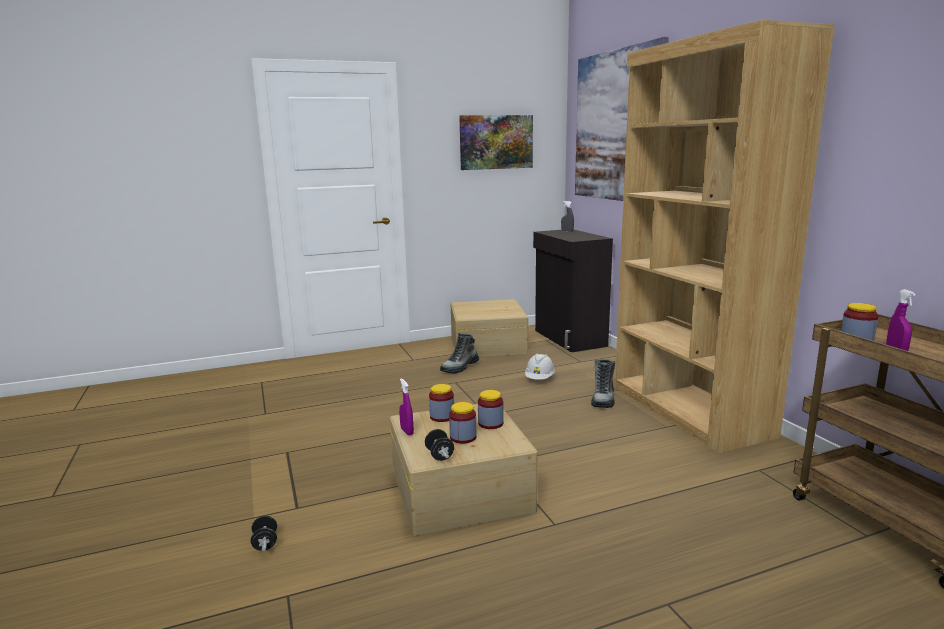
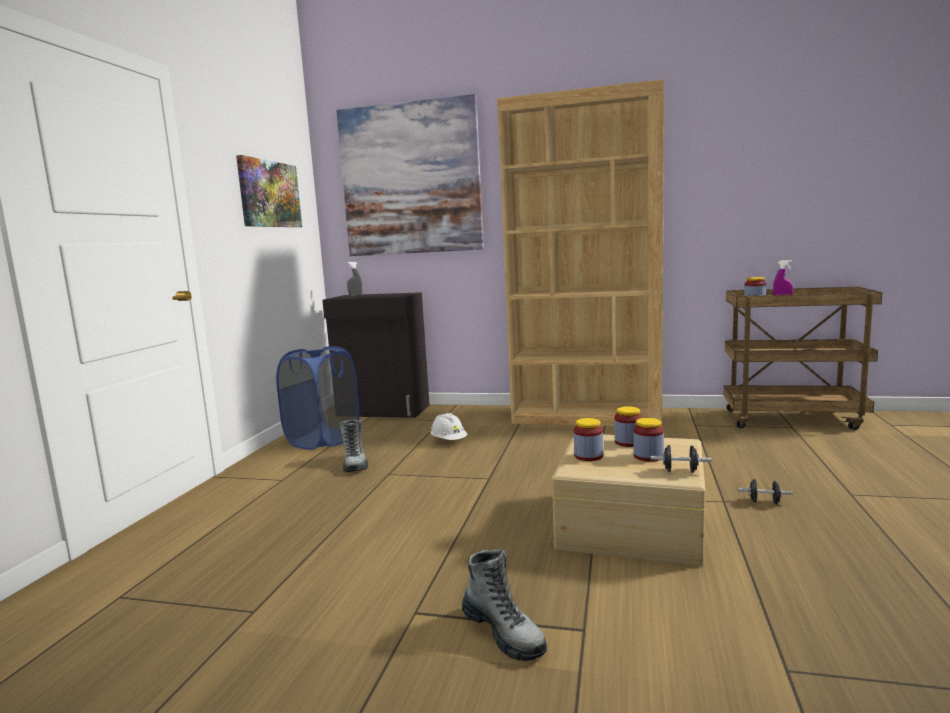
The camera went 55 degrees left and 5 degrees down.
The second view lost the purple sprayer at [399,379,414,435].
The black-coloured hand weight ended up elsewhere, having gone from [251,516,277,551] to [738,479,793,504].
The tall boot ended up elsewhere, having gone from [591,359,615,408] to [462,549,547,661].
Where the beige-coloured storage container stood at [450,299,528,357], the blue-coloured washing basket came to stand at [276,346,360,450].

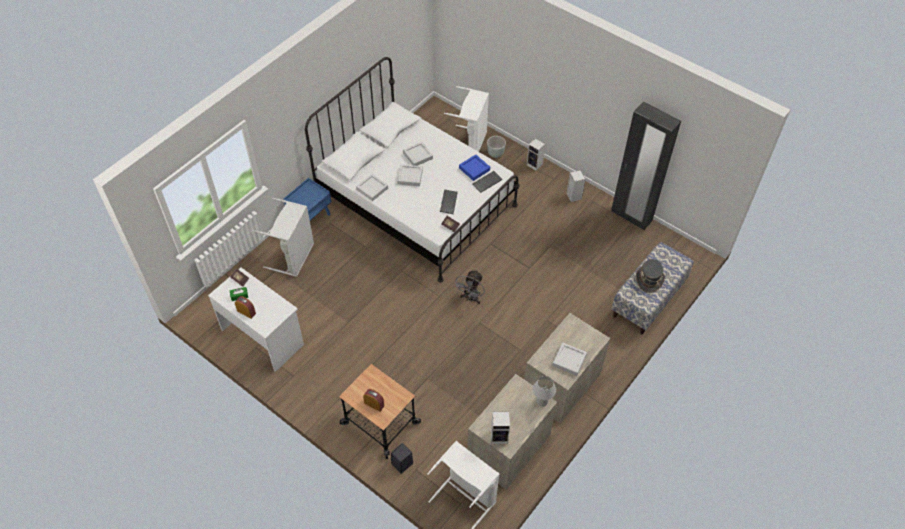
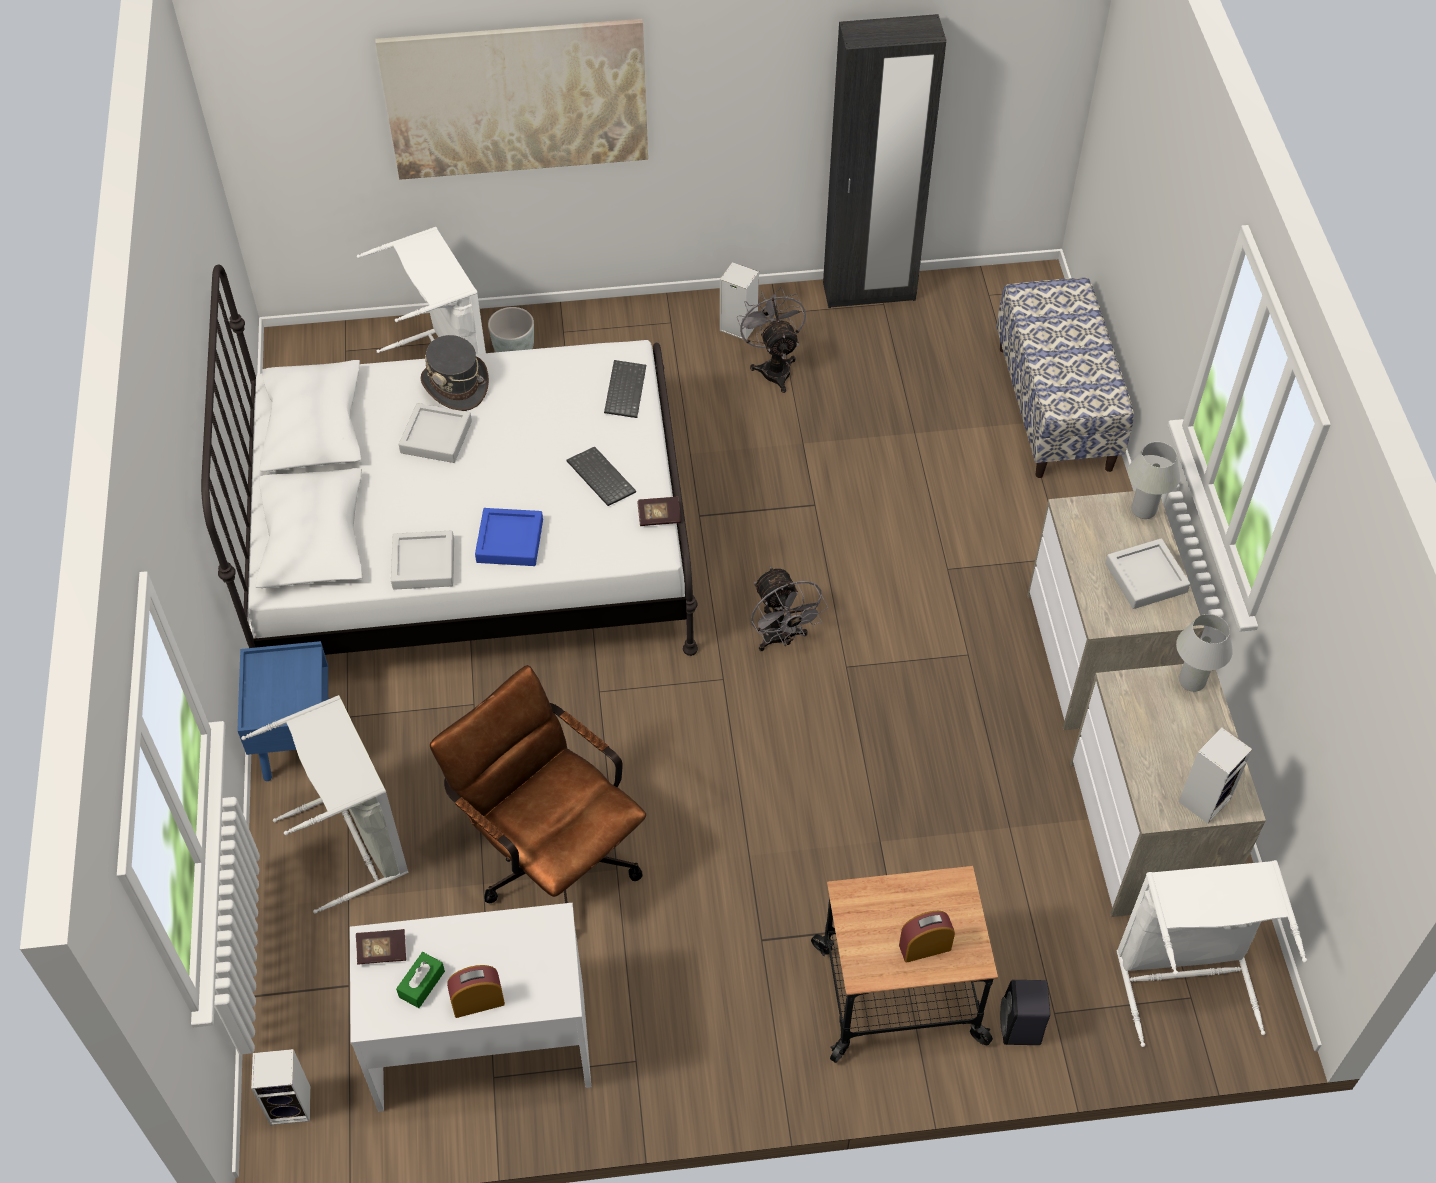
The camera went 45 degrees left and 0 degrees up.
The second view lost the grey serving tray at [397,164,423,186].
The second view gained the wall picture at [375,19,648,180].
The second view gained the brown office chair at [430,665,646,903].
The second view gained the grey fan at [737,287,806,393].
The second view gained the white-coloured lamp for a table at [1128,442,1180,519].
The blue-coloured serving tray ended up elsewhere, having gone from [459,154,490,181] to [475,508,543,566].
The audio speaker ended up elsewhere, having gone from [527,138,545,171] to [251,1049,311,1125].
The grey wearable hat ended up elsewhere, having gone from [636,259,665,293] to [420,335,489,411].

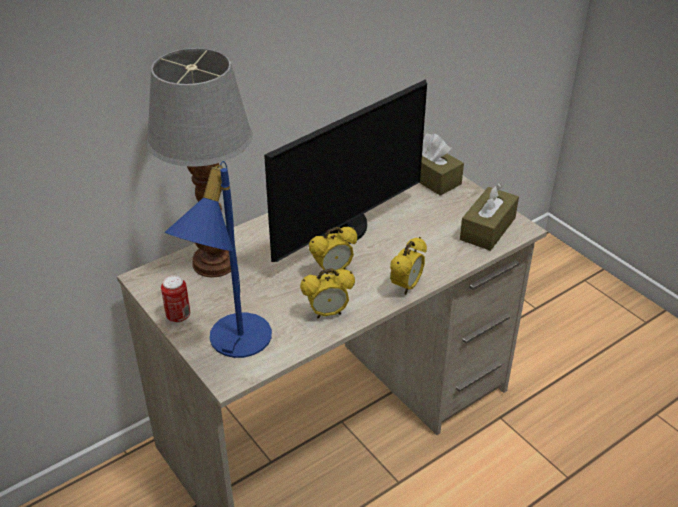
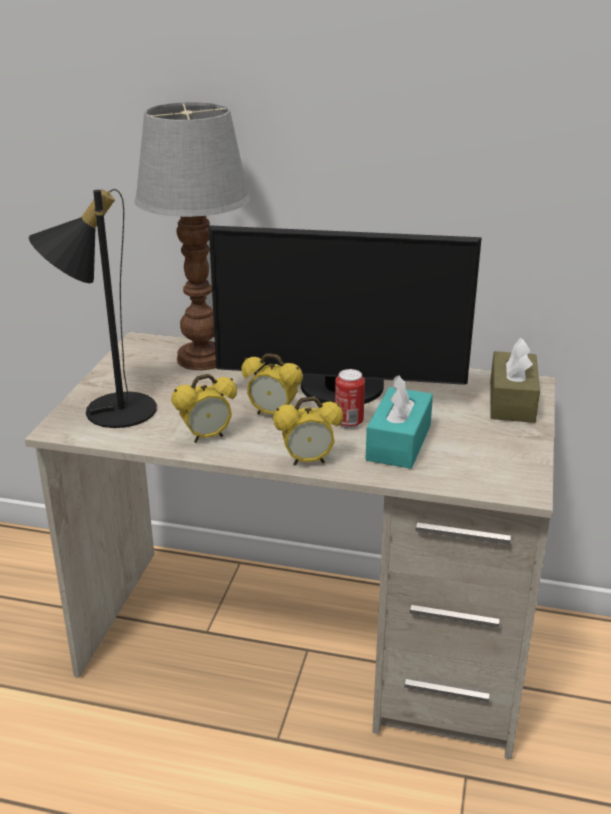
The camera went 50 degrees right and 10 degrees down.
The second view lost the brown tissue holder at [460,183,519,251].
The second view gained the blue-green tissue holder at [365,375,433,469].
The can ended up elsewhere, having gone from [161,275,190,323] to [335,369,365,428].
What was the blue-coloured lamp for a table at [165,161,272,358] turned into the black-coloured lamp for a table at [29,189,157,428].
The alarm clock at [300,268,355,319] ended up facing another way, 60 degrees counterclockwise from before.

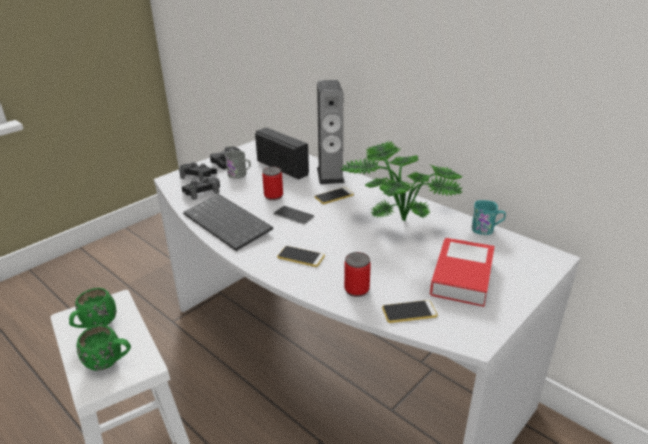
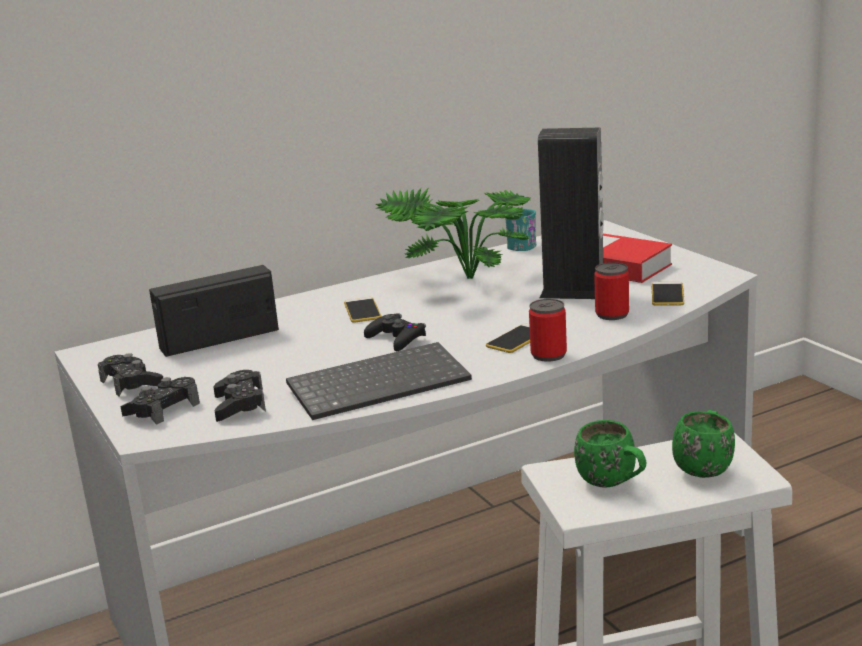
The camera went 70 degrees left and 10 degrees down.
The second view lost the grey tea mug at [225,150,251,179].
The can ended up elsewhere, having gone from [262,167,283,200] to [529,299,567,362].
The audio speaker ended up elsewhere, having gone from [317,80,345,184] to [538,128,603,299].
Where the phone stood at [273,206,315,224], the black-coloured gamepad came to stand at [364,313,426,351].

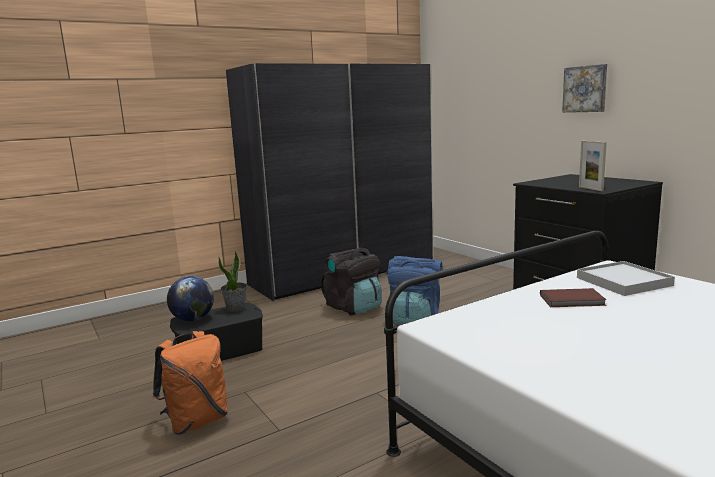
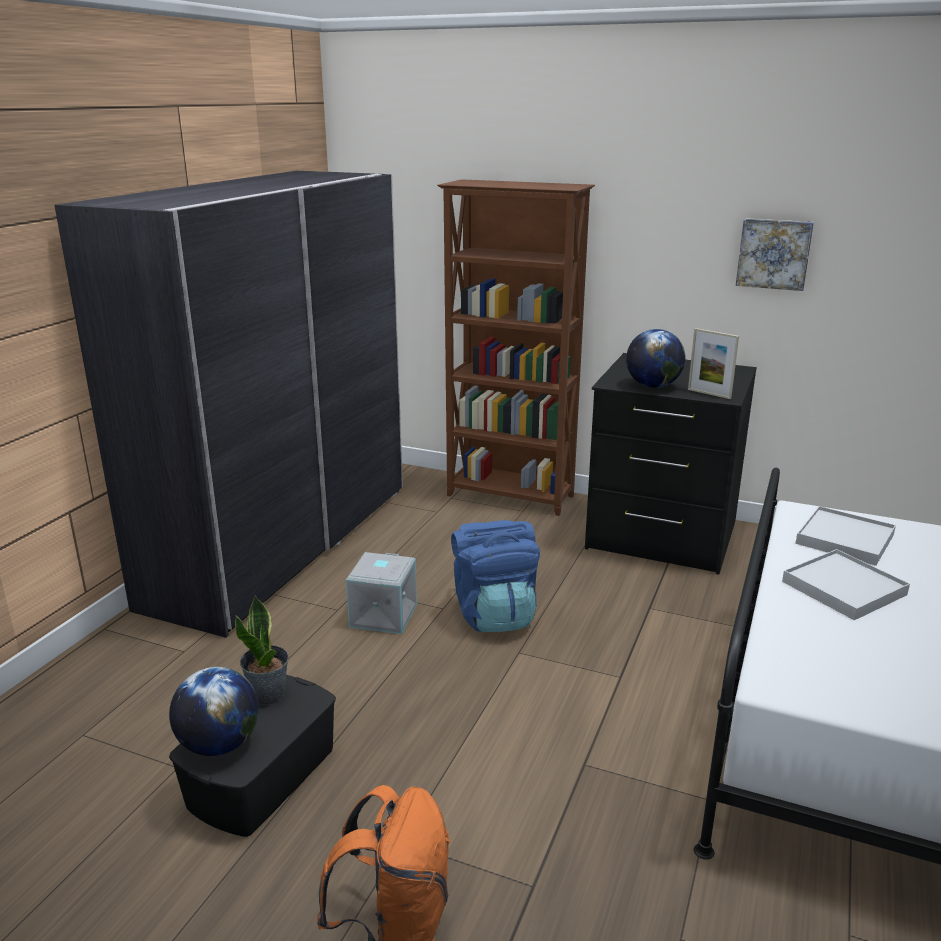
The camera went 35 degrees left and 10 degrees up.
The second view gained the brown shelving unit at [437,179,595,516].
The second view gained the globe at [626,329,685,388].
The wall picture ended up elsewhere, having gone from [562,64,607,113] to [736,218,814,291].
Where the black-coloured knapsack stood at [321,248,382,315], the grey storage container came to stand at [346,552,417,634].
Where the brown volume stood at [540,288,607,307], the white-coloured serving tray came to stand at [782,549,910,620].

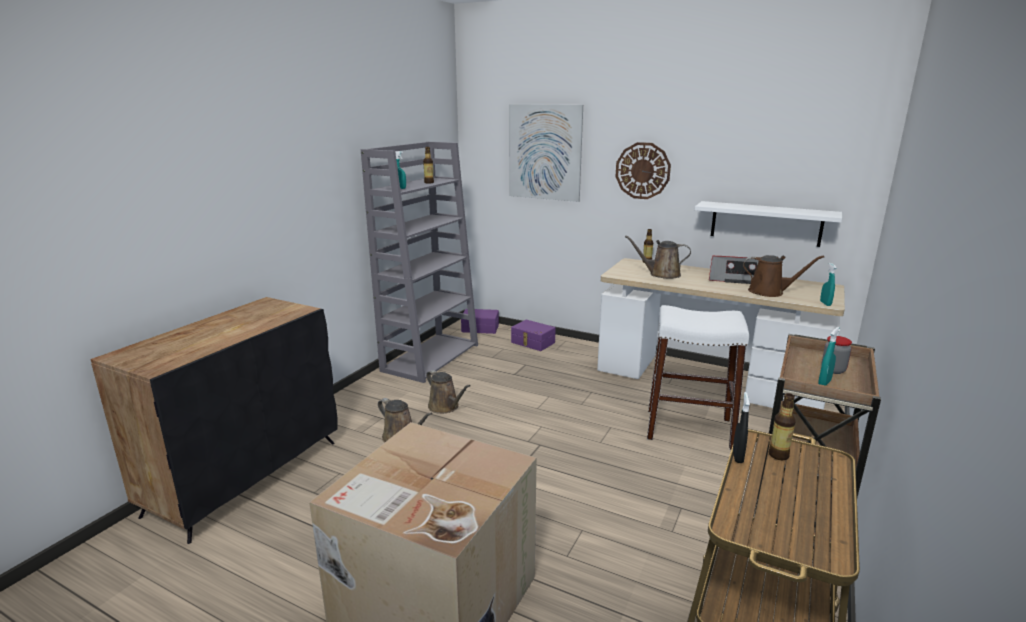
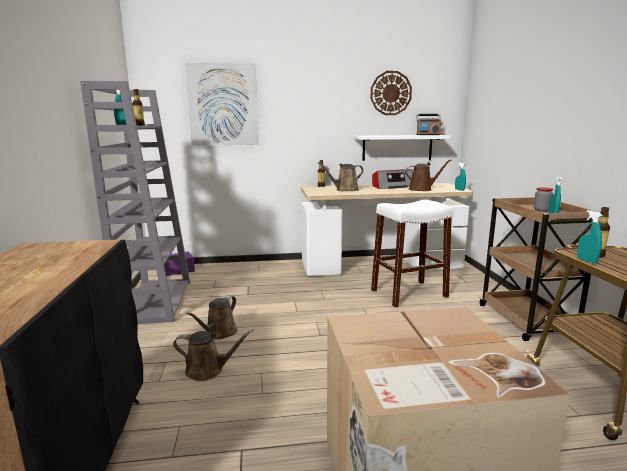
The camera went 35 degrees left and 5 degrees down.
The second view lost the purple storage container at [511,320,555,351].
The second view gained the radio at [416,114,441,135].
The hanging clock ended up elsewhere, having gone from [615,142,671,199] to [370,71,412,115].
What was the black-coloured sprayer at [733,392,750,463] turned into the blue-green sprayer at [577,210,603,263].
The brown sprinkling can at [426,370,471,414] ended up facing another way, 105 degrees clockwise from before.

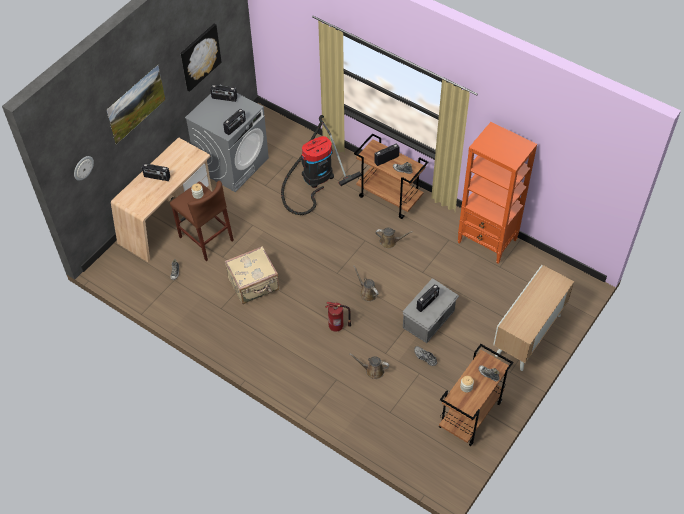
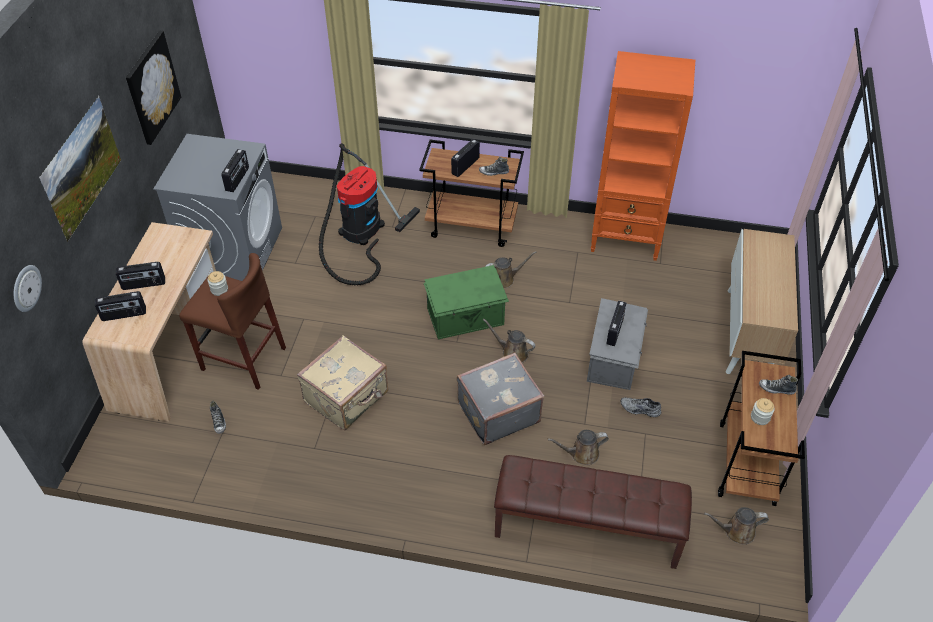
The camera went 25 degrees left and 5 degrees down.
The second view gained the green-coloured storage container at [424,265,509,339].
The second view gained the brown bench at [494,455,692,569].
The second view gained the brown sprinkling can at [704,507,769,545].
The radio ended up elsewhere, having gone from [210,85,237,102] to [95,291,146,321].
Where the fire-fighting cylinder stood at [325,302,351,332], the grey piece of luggage came to stand at [457,352,544,445].

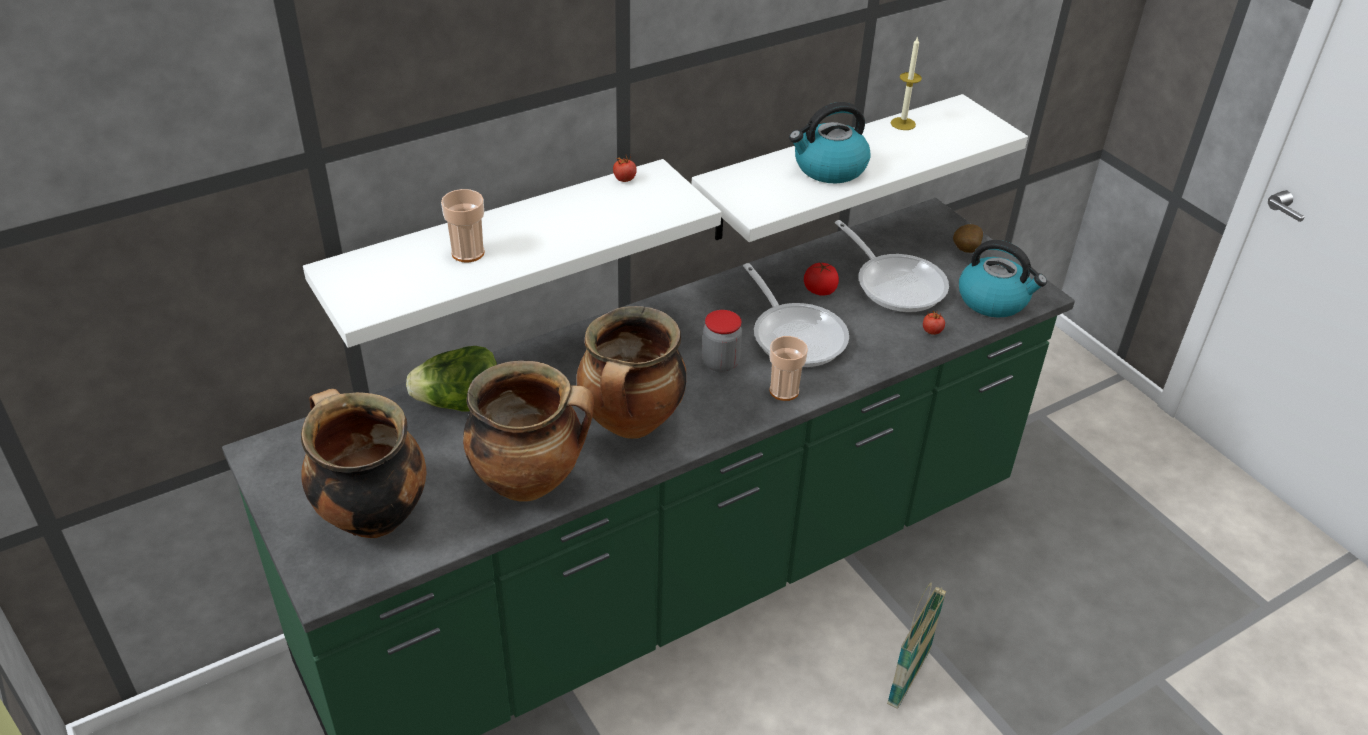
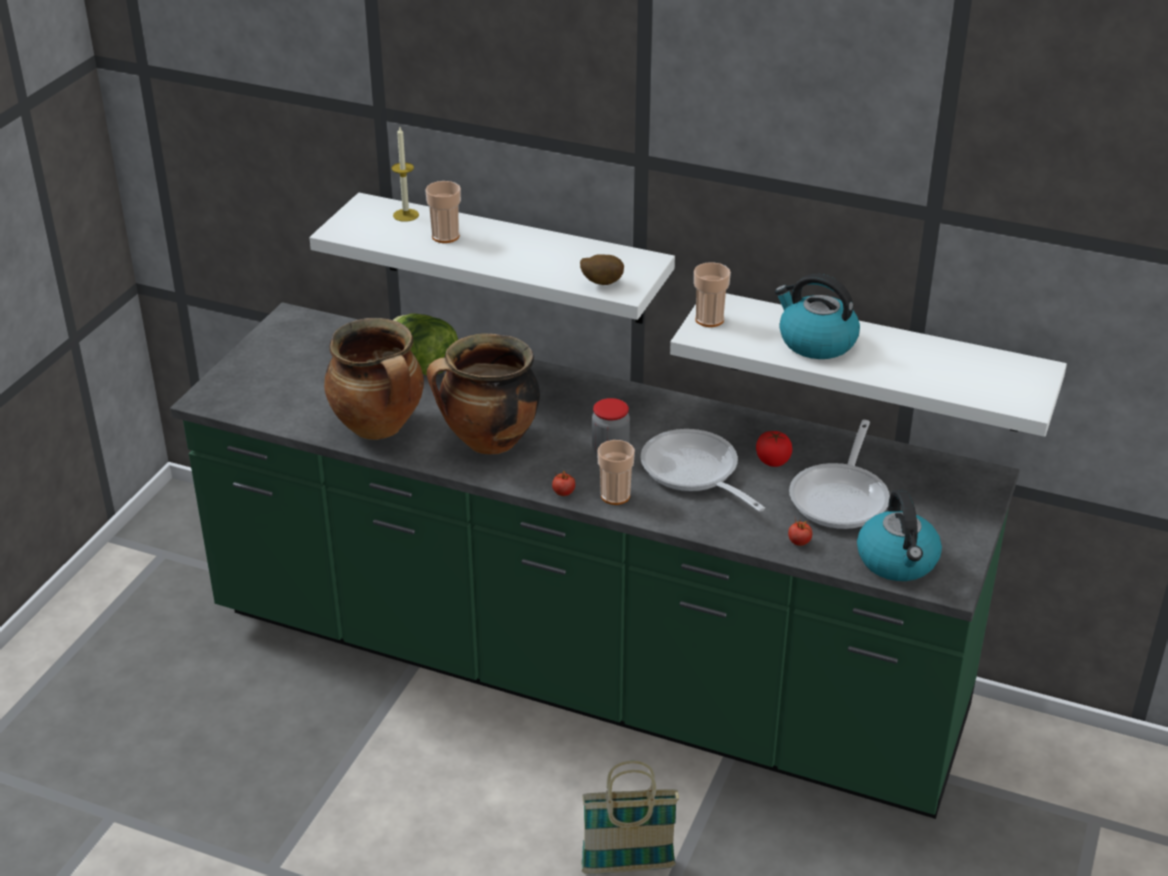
The camera went 55 degrees right and 5 degrees down.
The second view lost the saucepot at [301,389,427,538].
The second view gained the small cup at [694,262,731,327].
The tomato ended up elsewhere, having gone from [613,155,637,182] to [552,471,575,496].
The candle ended up elsewhere, having gone from [891,36,922,130] to [391,127,419,222].
The potato ended up elsewhere, having gone from [953,224,983,253] to [580,255,624,285].
The skillet at [743,263,849,368] ended up facing another way, 120 degrees clockwise from before.

